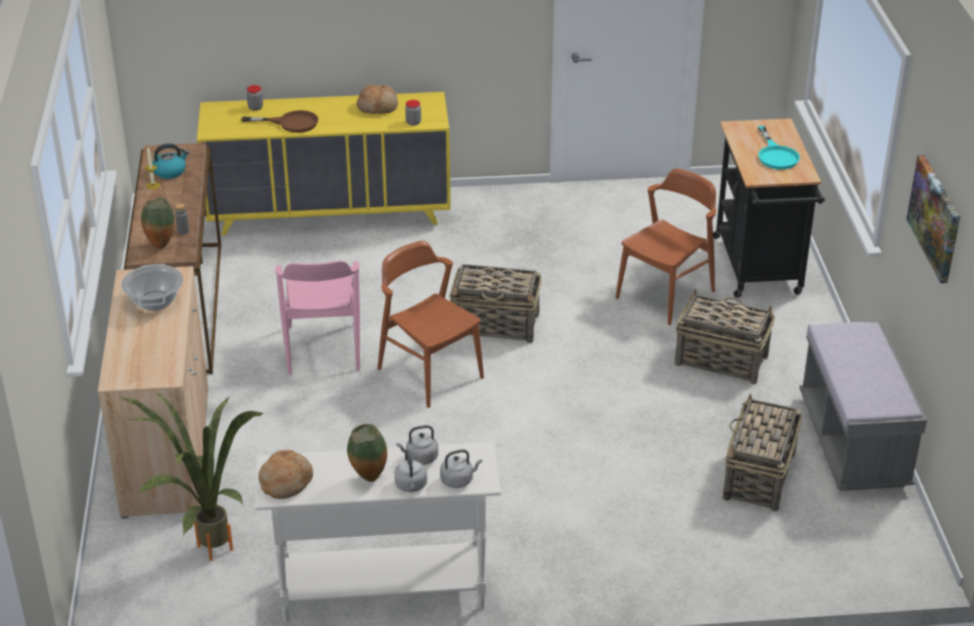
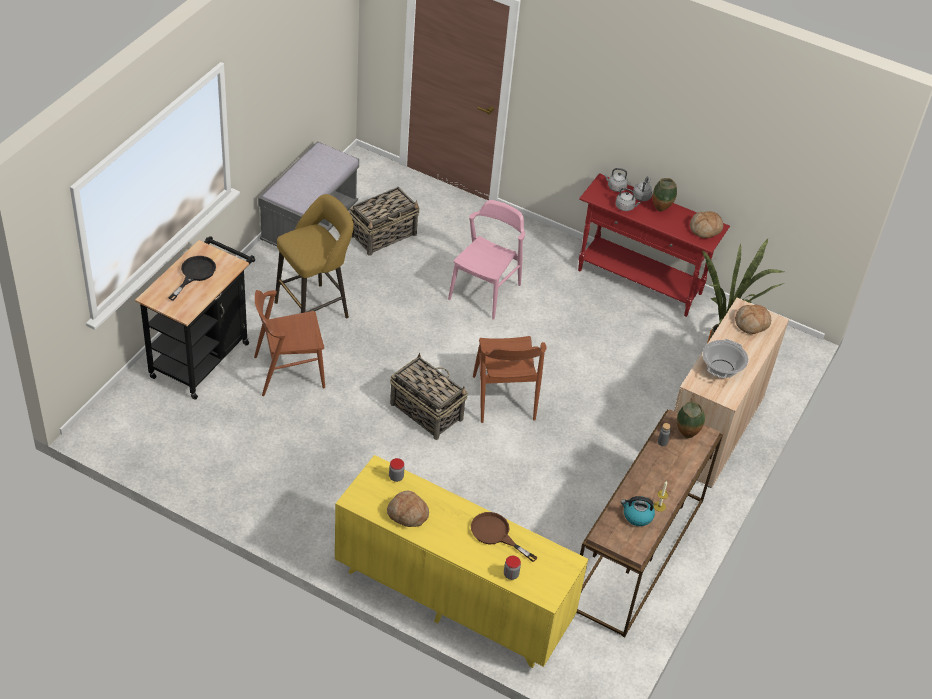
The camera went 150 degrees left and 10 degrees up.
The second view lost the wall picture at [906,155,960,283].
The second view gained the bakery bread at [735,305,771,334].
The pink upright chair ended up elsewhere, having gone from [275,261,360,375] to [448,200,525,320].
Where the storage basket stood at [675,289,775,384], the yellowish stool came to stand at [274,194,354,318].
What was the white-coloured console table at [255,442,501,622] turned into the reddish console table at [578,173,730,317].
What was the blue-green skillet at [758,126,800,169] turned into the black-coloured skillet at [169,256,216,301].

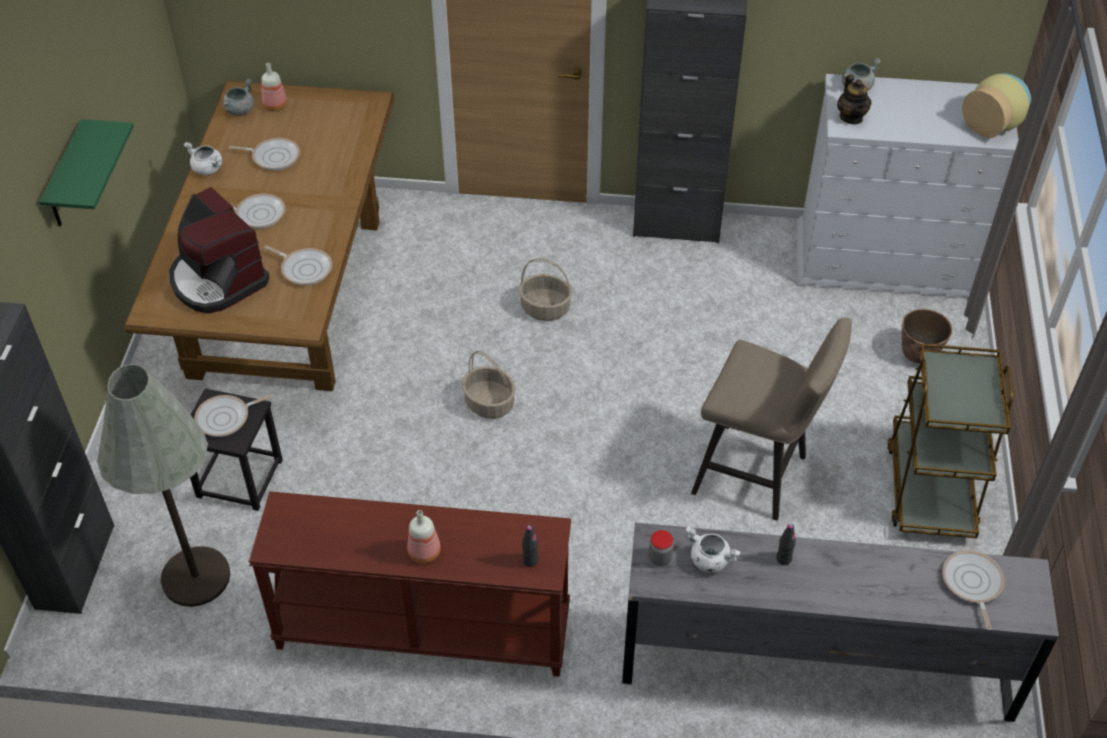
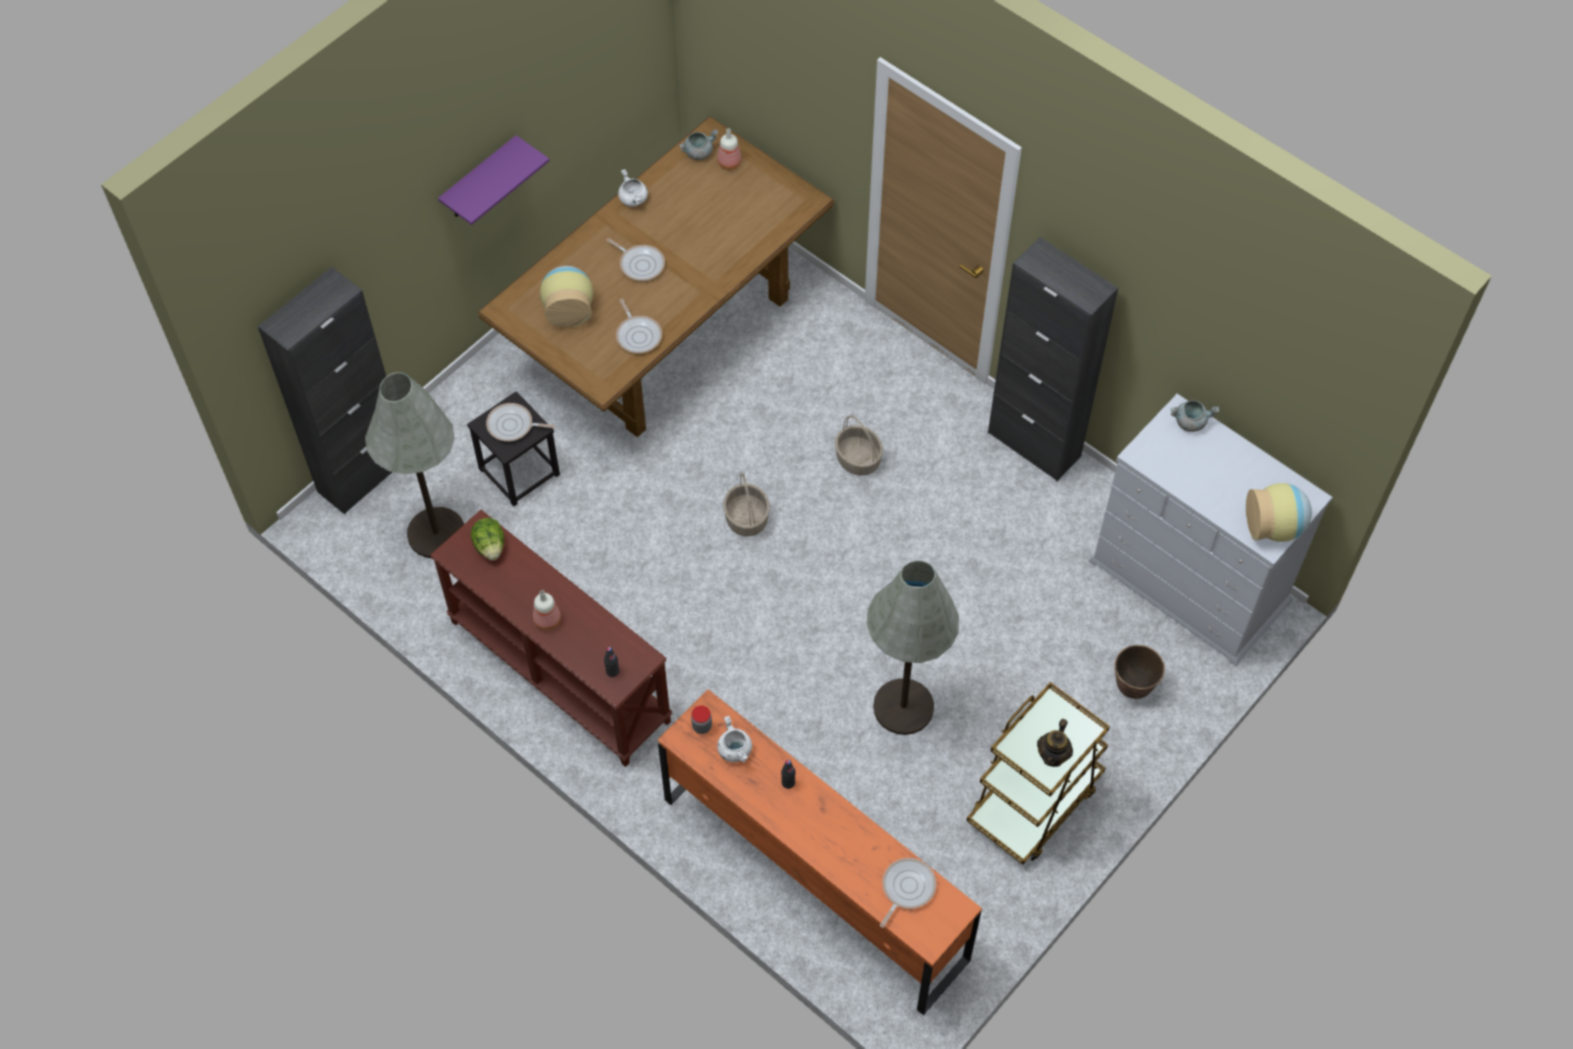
The camera went 35 degrees right and 10 degrees up.
The second view lost the skillet at [229,138,300,171].
The second view gained the head of lettuce at [471,518,504,560].
The tea pot ended up elsewhere, having gone from [837,75,871,124] to [1037,719,1073,767].
Where the coffee brewer stood at [169,187,269,313], the flower vase came to stand at [540,266,593,327].
Where the beige-coloured stool stood at [691,318,852,521], the grey floor lamp came to stand at [867,560,959,735].
What was the green-coloured wall shelf at [39,119,134,226] turned into the purple wall shelf at [438,135,549,225].
What was the grey dresser at [622,523,1059,722] turned into the orange-coloured dresser at [658,689,982,1016].

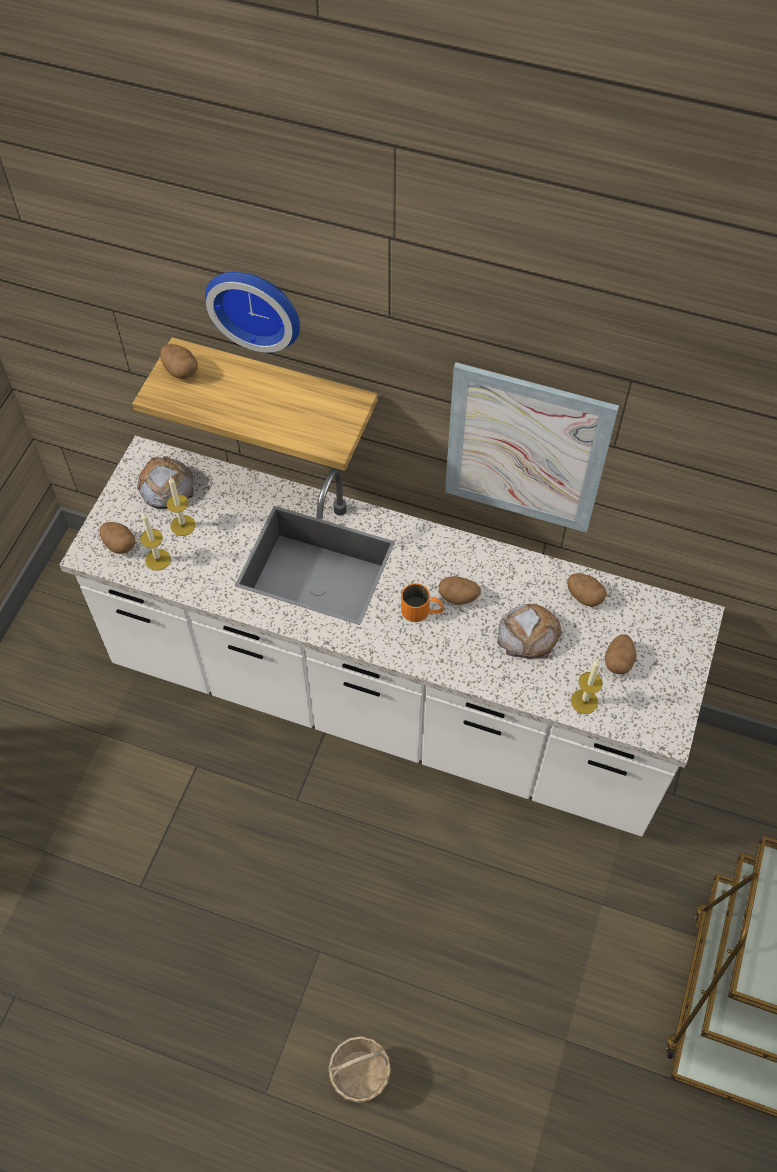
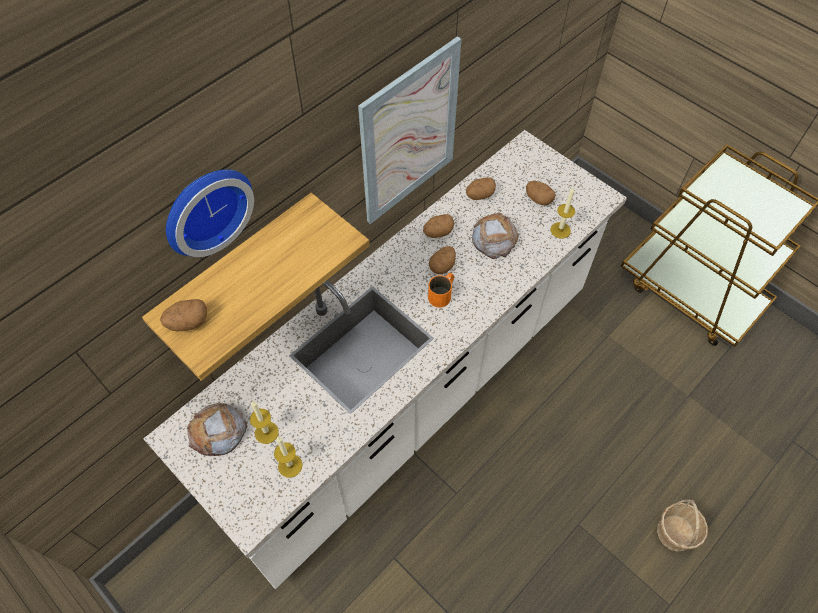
The camera went 65 degrees left and 0 degrees up.
The potato ended up elsewhere, having gone from [99,522,135,554] to [423,214,454,238].

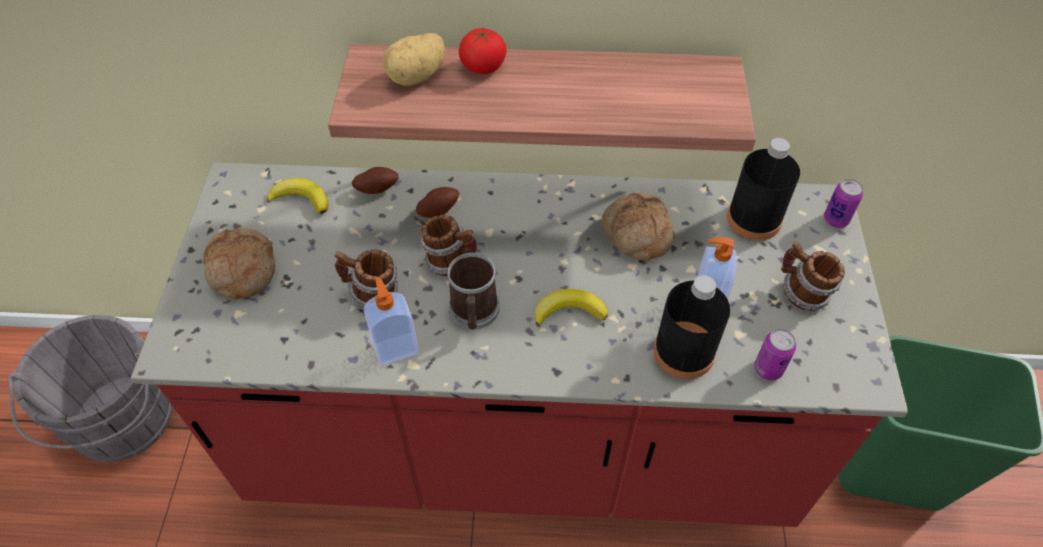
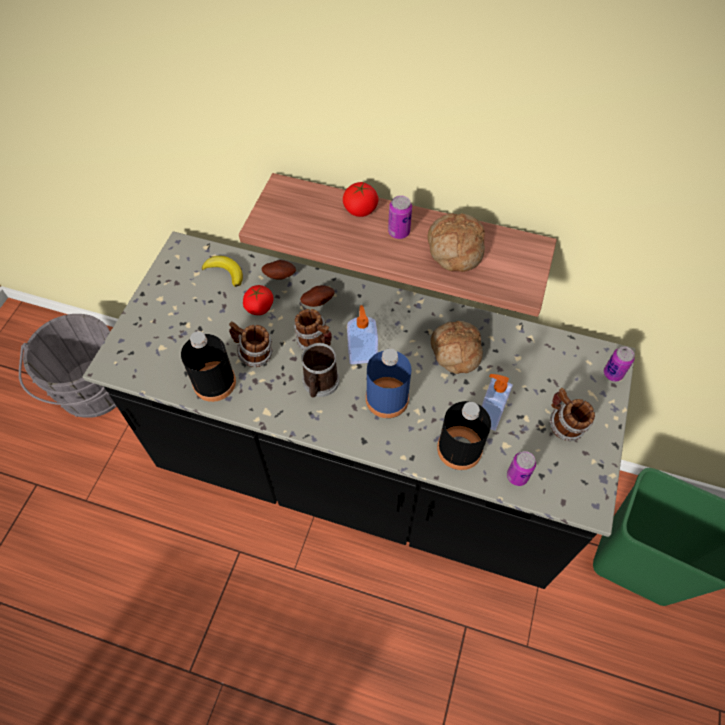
The camera went 15 degrees right and 5 degrees up.
The second view lost the potato at [383,33,445,86].
The second view gained the tomato at [243,285,274,315].
The second view gained the can at [388,195,412,239].
The bakery bread ended up elsewhere, having gone from [203,228,275,299] to [428,213,485,272].
The liquid soap bottle ended up elsewhere, having gone from [364,277,419,366] to [347,305,378,364].
The black-coloured drink bottle ended up elsewhere, having gone from [727,138,800,241] to [181,331,236,402].
Where the banana fruit stood at [535,289,608,327], the blue-coloured drink bottle came to stand at [366,348,411,418].
What was the reddish kitchen base unit at [131,162,908,527] turned into the black-coloured kitchen base unit at [83,231,636,589].

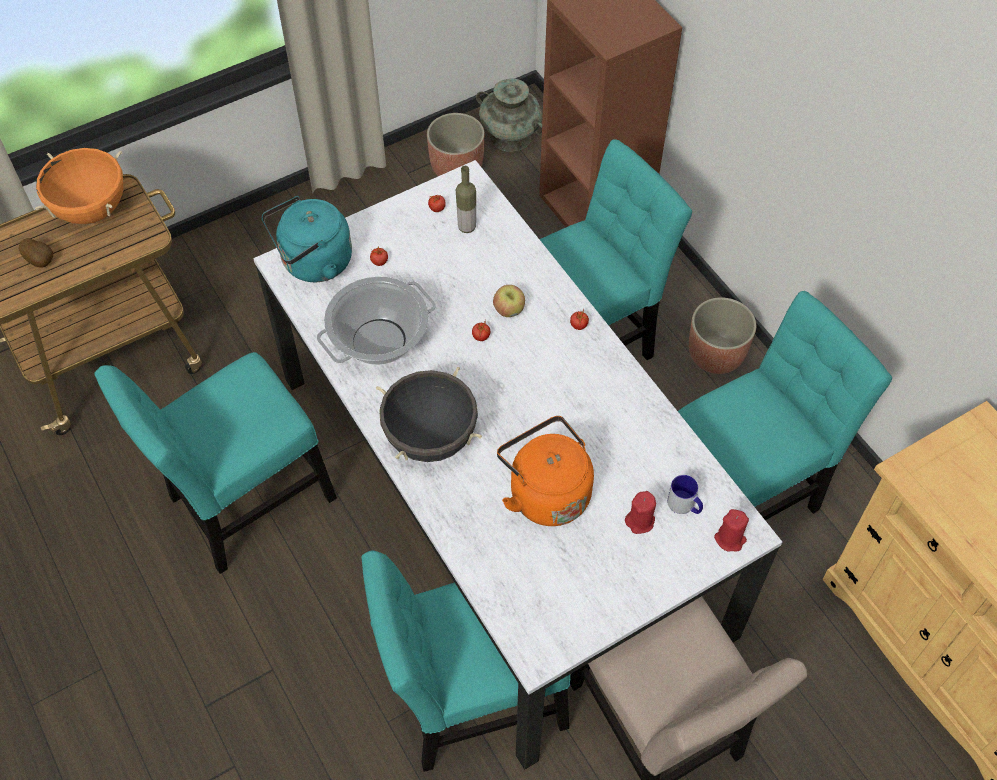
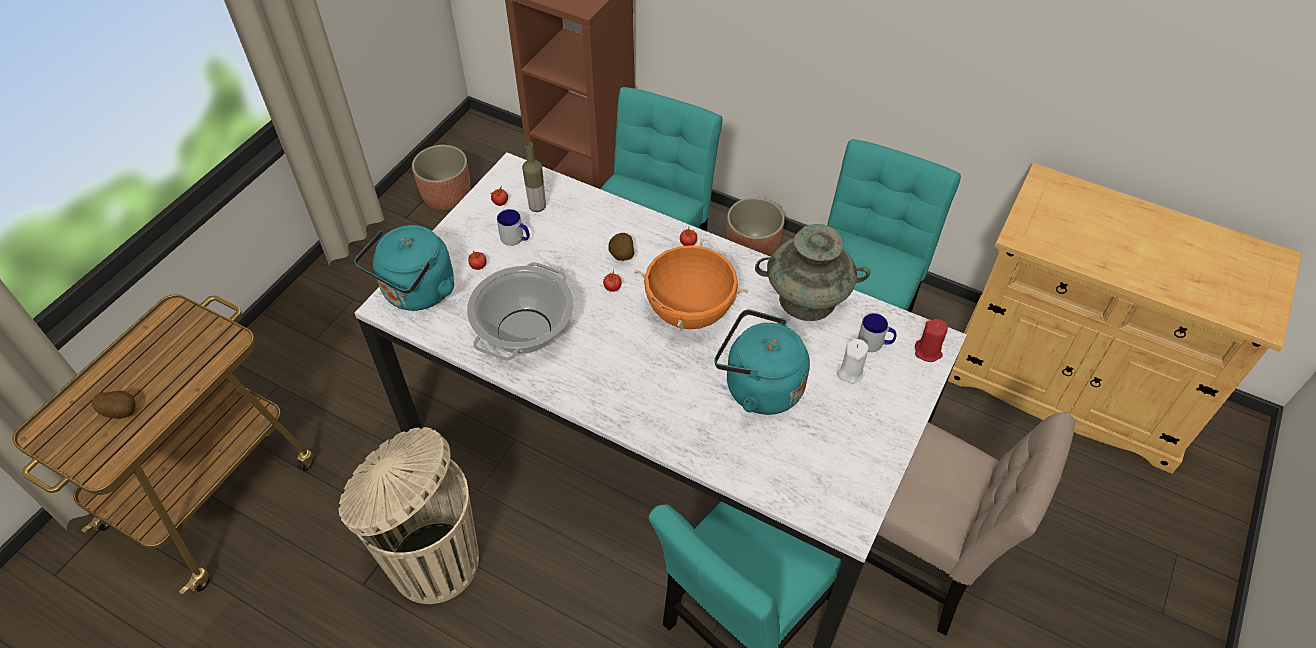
The camera went 30 degrees left and 5 degrees down.
The second view lost the black-coloured saucepot at [376,367,482,462].
The second view gained the tea mug at [497,209,530,246].
The orange-coloured saucepot ended up elsewhere, having gone from [35,148,123,224] to [634,239,749,331].
The blue-green flower vase ended up elsewhere, having gone from [476,78,542,152] to [755,224,870,321].
Where the blue-green upright chair stood at [94,352,337,574], the beige-coloured waste bin came to stand at [339,427,479,604].
Where the apple fruit stood at [493,285,525,317], the potato came to stand at [608,233,634,261].
What was the orange-coloured tea kettle at [497,416,594,526] turned into the blue-green tea kettle at [714,309,810,415].
What was the reddish candle at [625,491,656,534] turned into the white-coloured candle at [837,339,869,384].

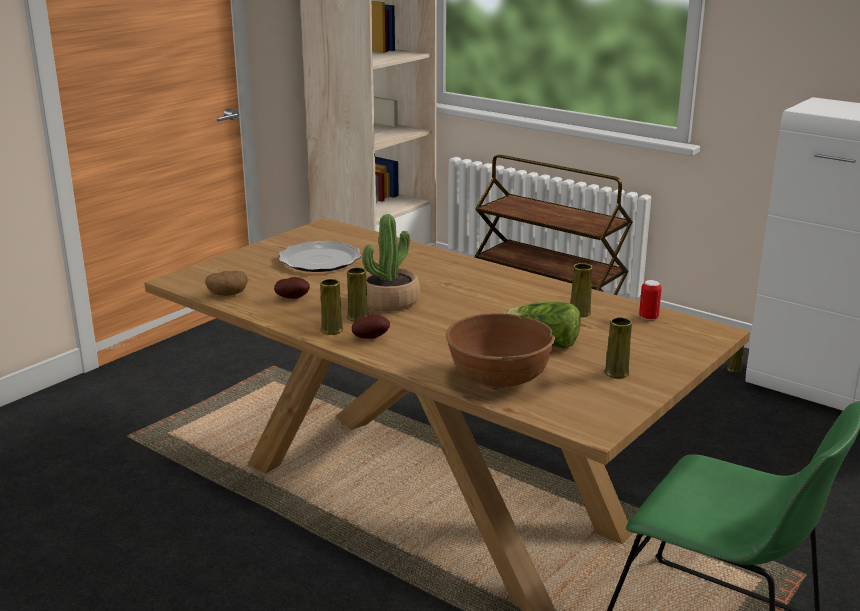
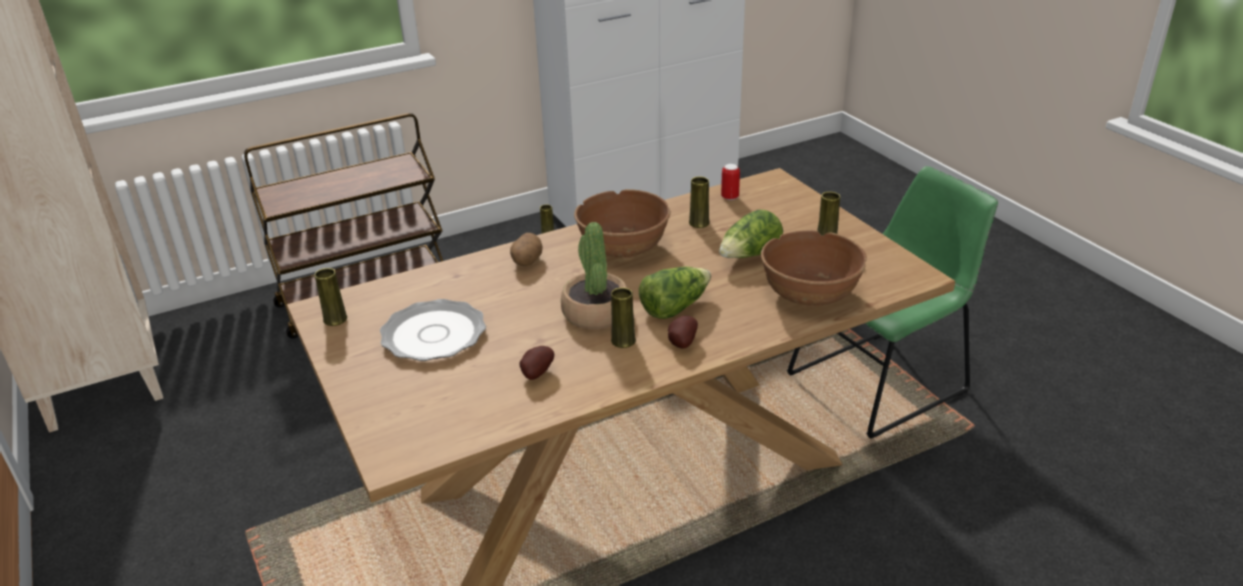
The camera went 65 degrees left and 10 degrees up.
The second view gained the brown serving bowl at [574,189,671,258].
The second view gained the head of lettuce at [639,267,711,319].
The potato ended up elsewhere, having gone from [205,271,248,296] to [510,233,543,266].
The yellowish flower vase ended up elsewhere, having gone from [320,279,343,335] to [314,268,347,326].

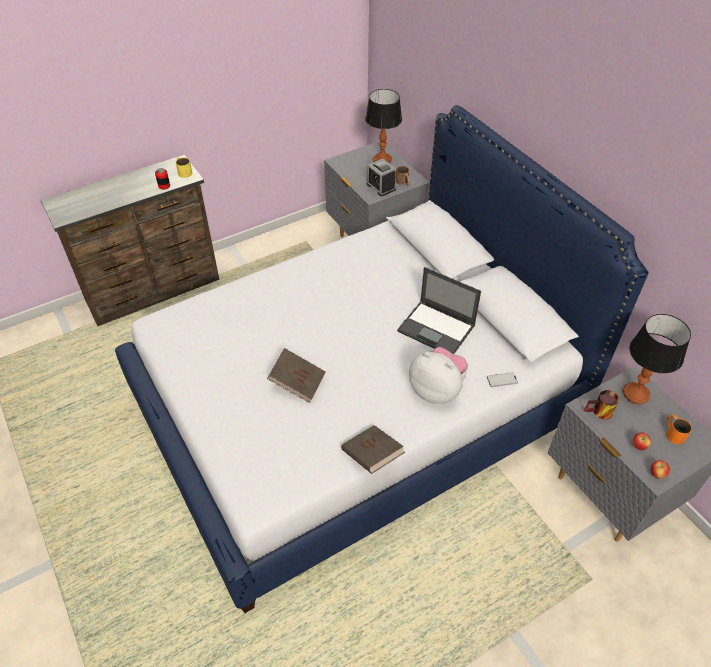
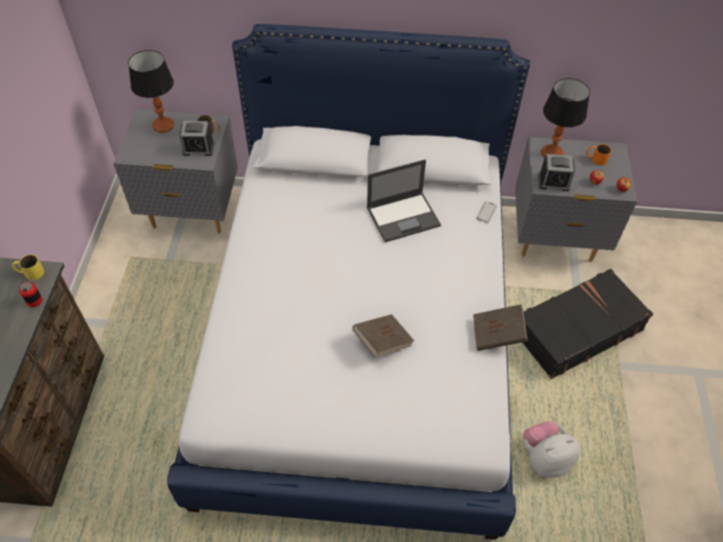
The camera went 55 degrees left and 5 degrees up.
The second view gained the black-coloured piece of luggage at [522,269,653,379].
The plush toy ended up elsewhere, having gone from [409,347,468,404] to [523,421,580,478].
Where the tea mug stood at [584,390,619,420], the alarm clock came to stand at [538,154,575,191].

